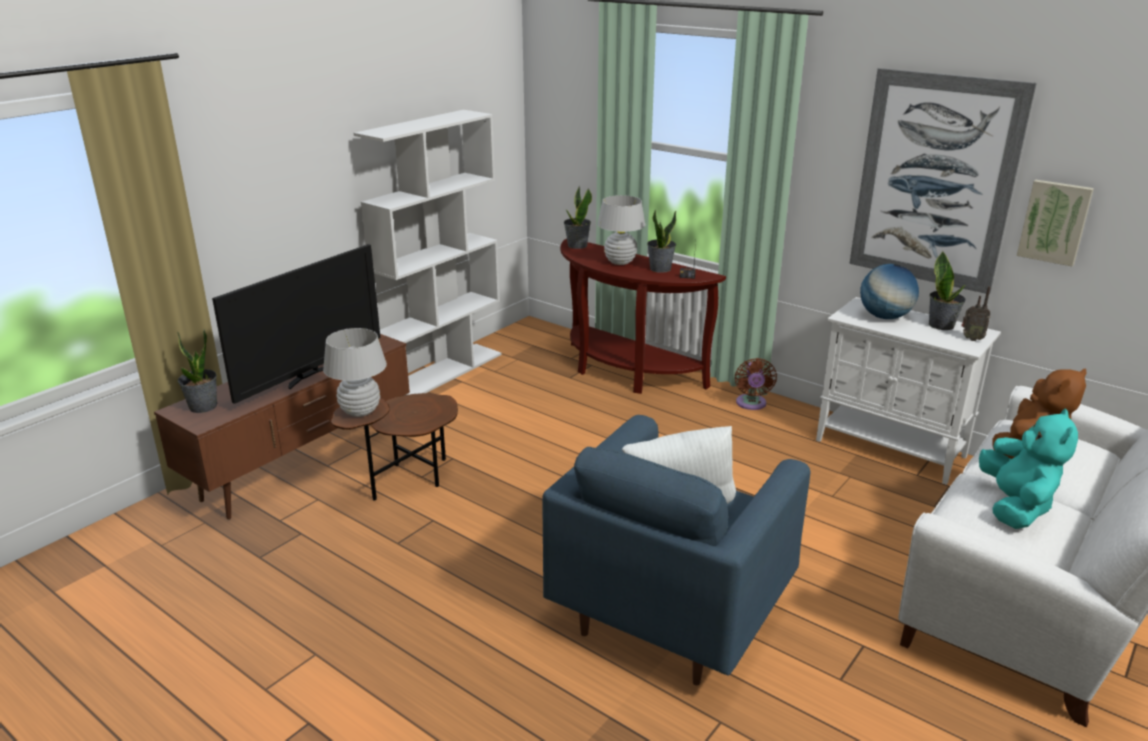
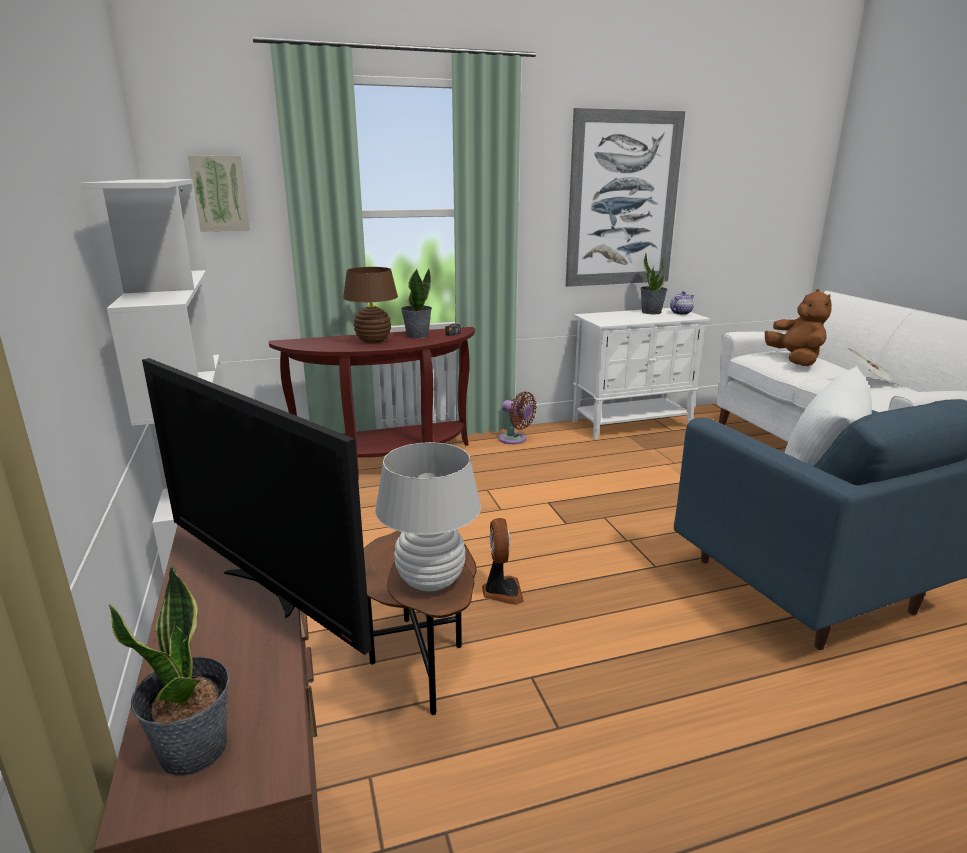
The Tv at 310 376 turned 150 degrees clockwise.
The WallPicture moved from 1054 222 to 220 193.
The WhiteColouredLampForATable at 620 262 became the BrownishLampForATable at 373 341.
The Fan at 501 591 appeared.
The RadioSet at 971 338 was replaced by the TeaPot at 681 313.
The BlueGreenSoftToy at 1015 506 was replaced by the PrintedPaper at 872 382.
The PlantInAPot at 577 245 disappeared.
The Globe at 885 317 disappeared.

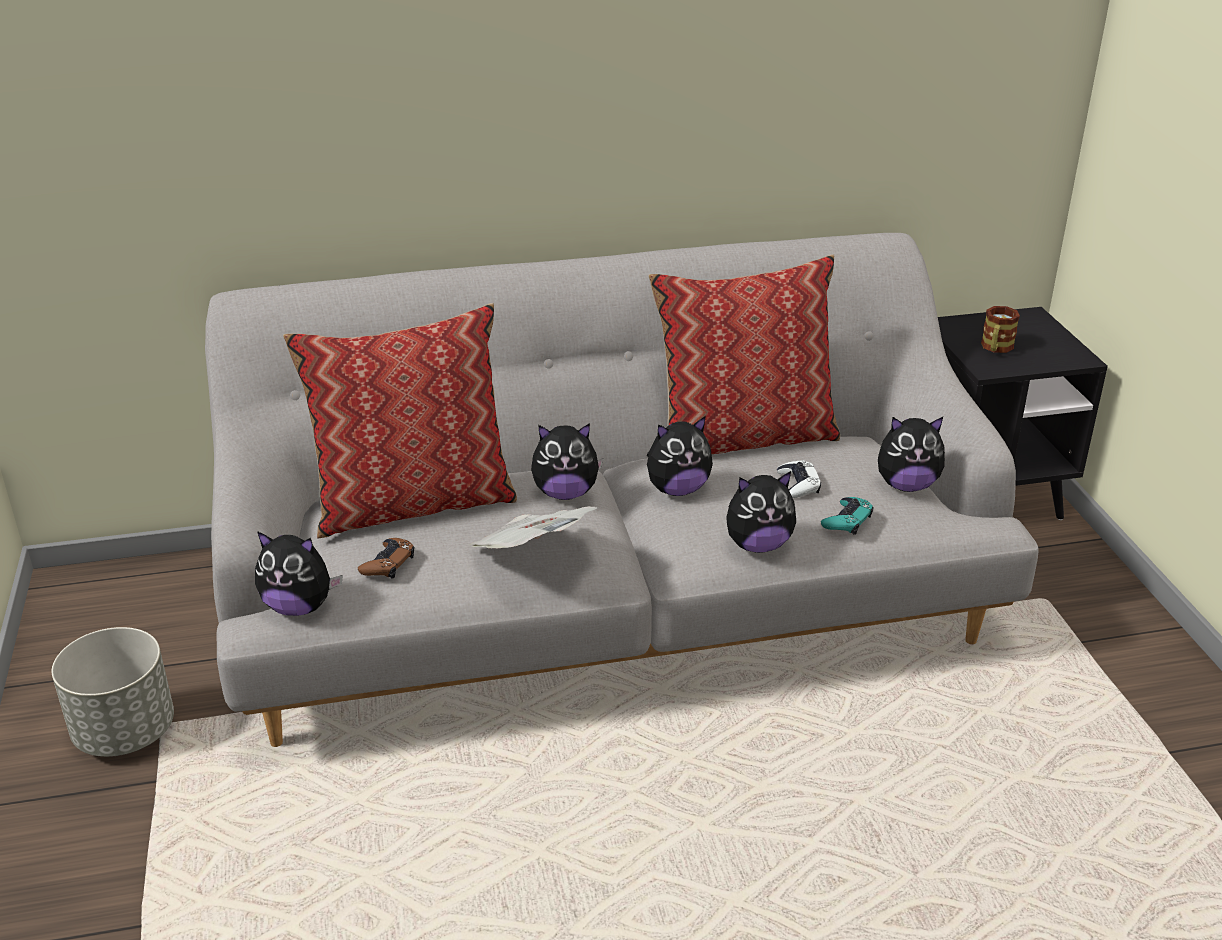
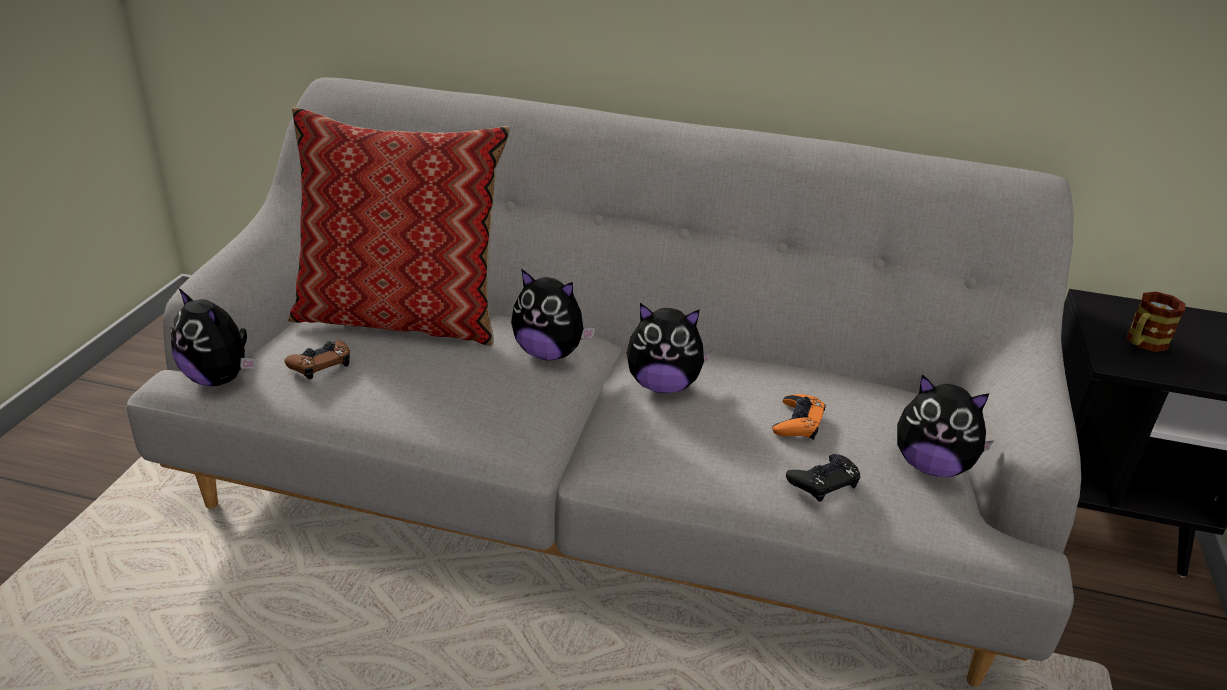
The WhiteColouredGamepad at 798 484 became the OrangeColouredGamepad at 798 422.
The BlueGreenGamepad at 847 520 became the BlackColouredGamepad at 823 482.
The GreyPlantPot at 124 732 disappeared.
The PrintedPaper at 533 555 disappeared.
The Pillow at 743 437 disappeared.
The SoftToy at 757 545 disappeared.

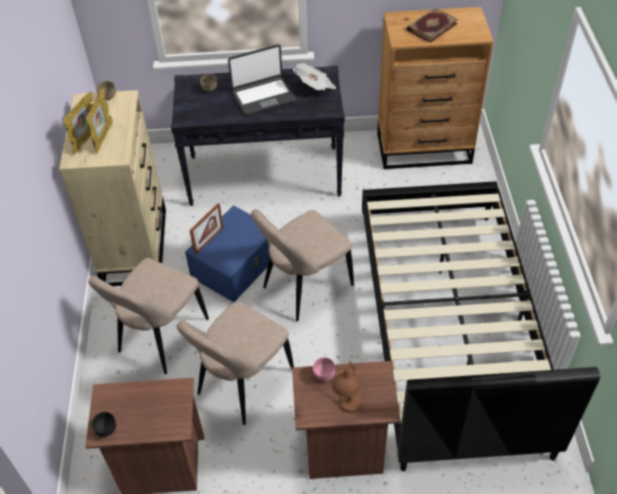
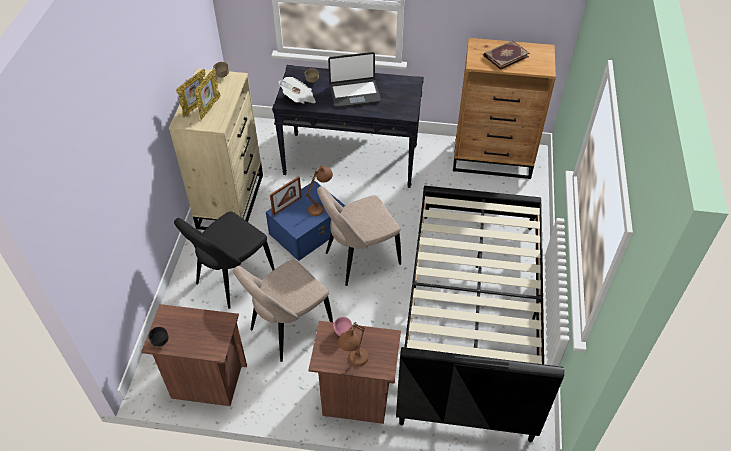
The BeigeColouredUprightChair at 160 338 became the BlackColouredUprightChair at 232 279.
The PrintedPaper moved from 315 86 to 298 98.
The BrownishLampForATable at 321 207 appeared.

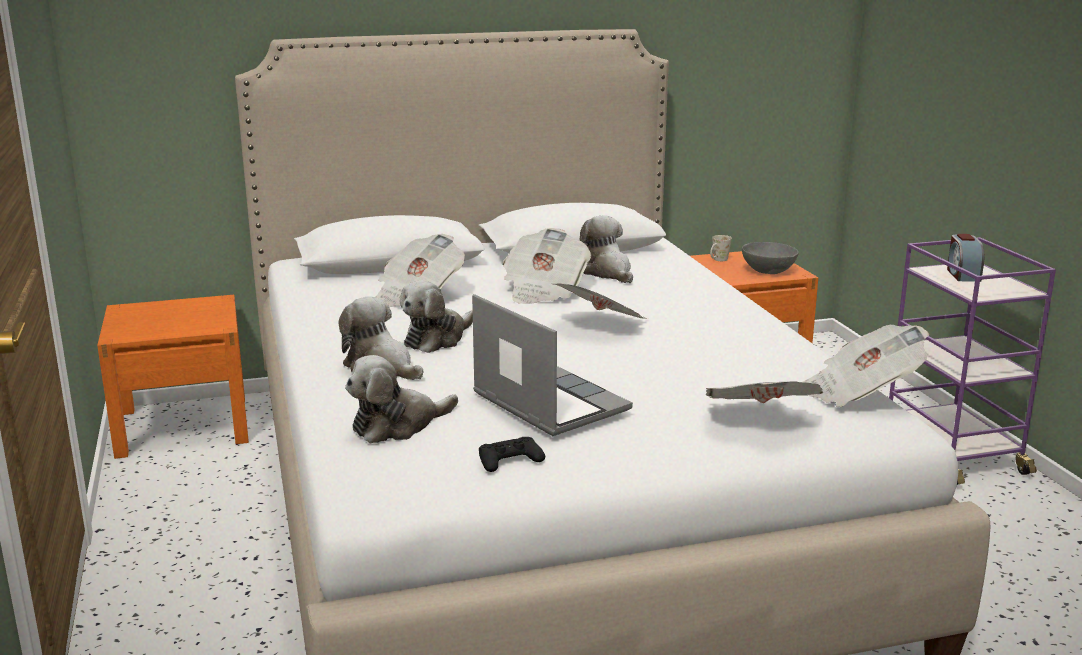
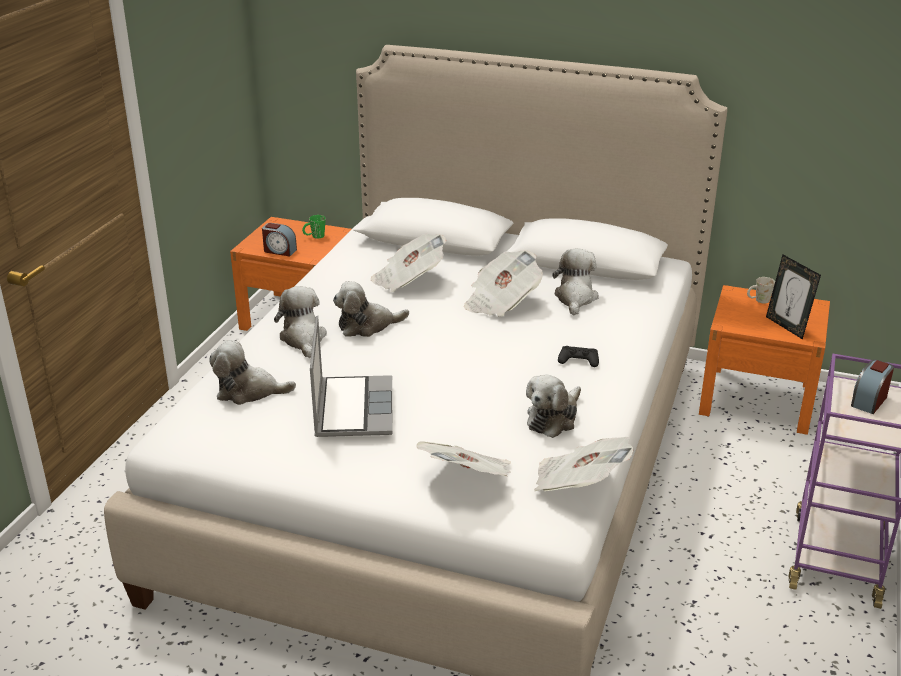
The AlarmClock at 279 251 appeared.
The GreenCoffeeMug at 314 237 appeared.
The SoftToy at 553 418 appeared.
The BlackColouredGamepad moved from 509 460 to 578 360.
The GreyServingBowl at 768 271 was replaced by the StandingFrame at 787 326.
The PrintedPaper at 602 327 disappeared.

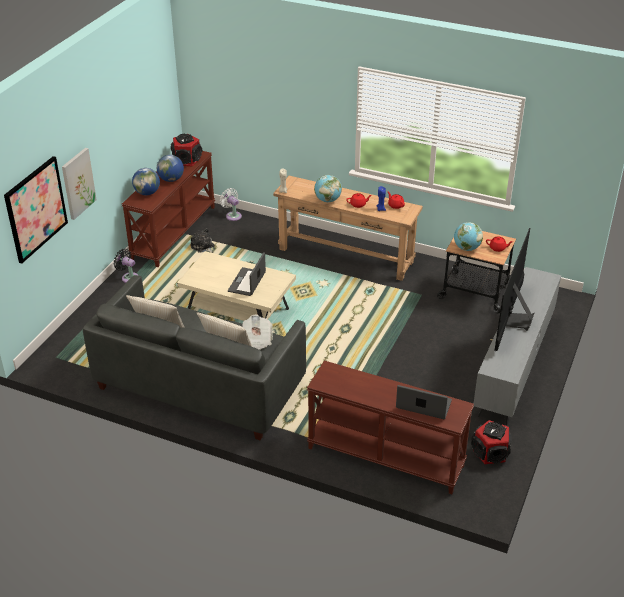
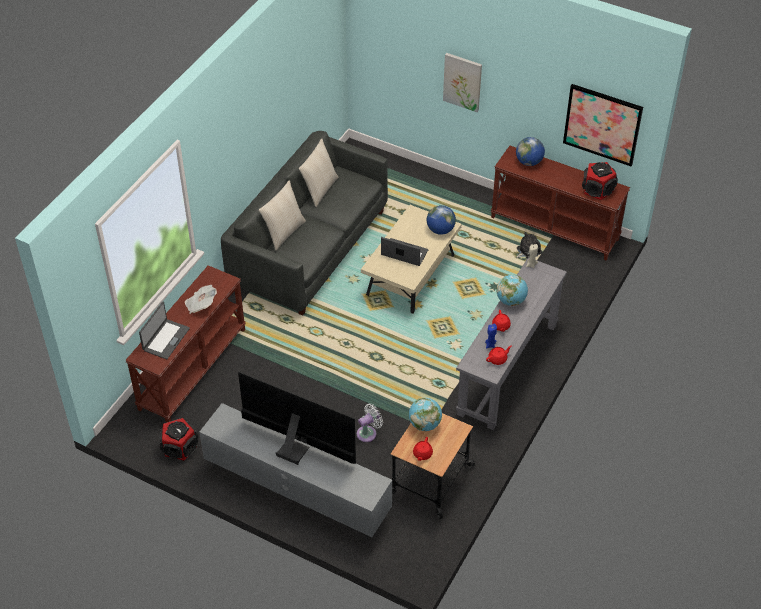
The PrintedPaper moved from 257 340 to 201 305.
The WhiteColouredFan moved from 232 215 to 368 433.
The Globe moved from 171 179 to 440 230.
The BrownishNarrowTable at 345 255 became the GreyNarrowTable at 507 369.
The WallPicture moved from 36 209 to 602 124.
The BlackColouredFan at 129 277 disappeared.

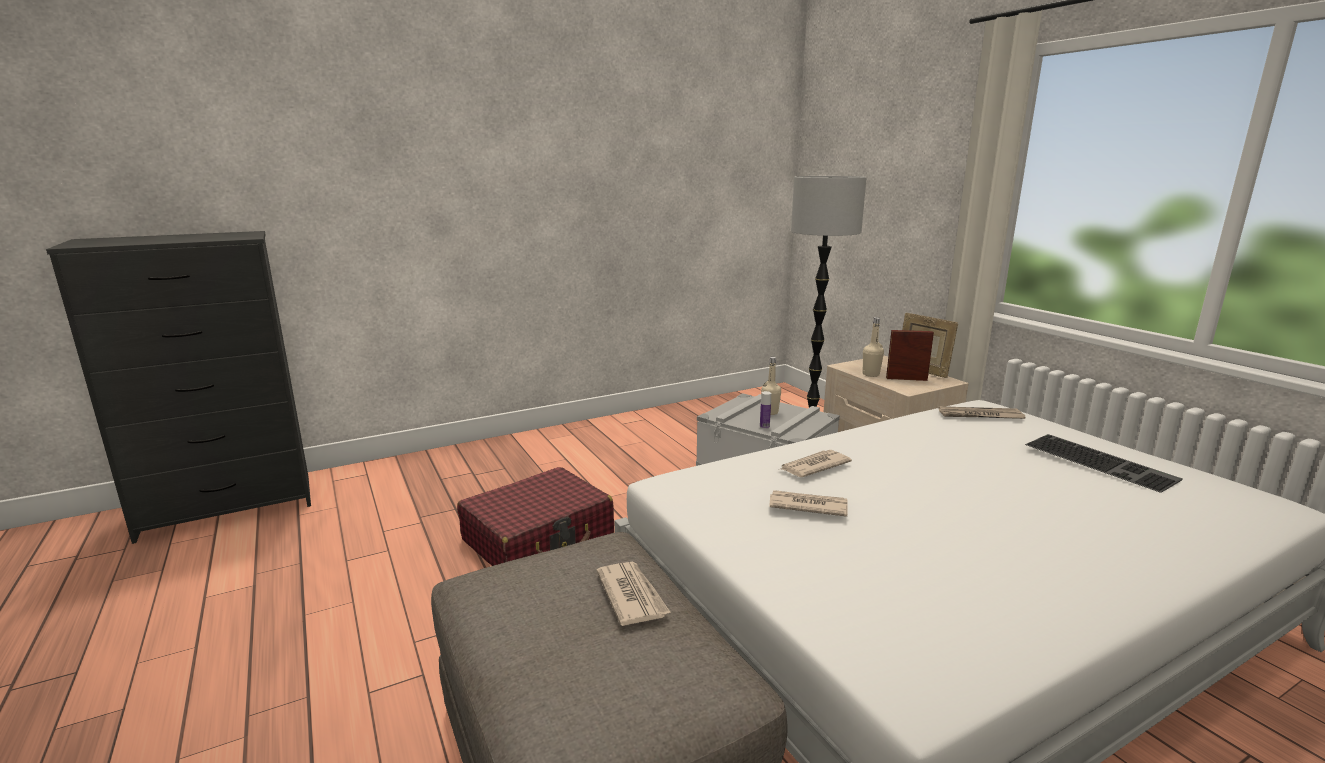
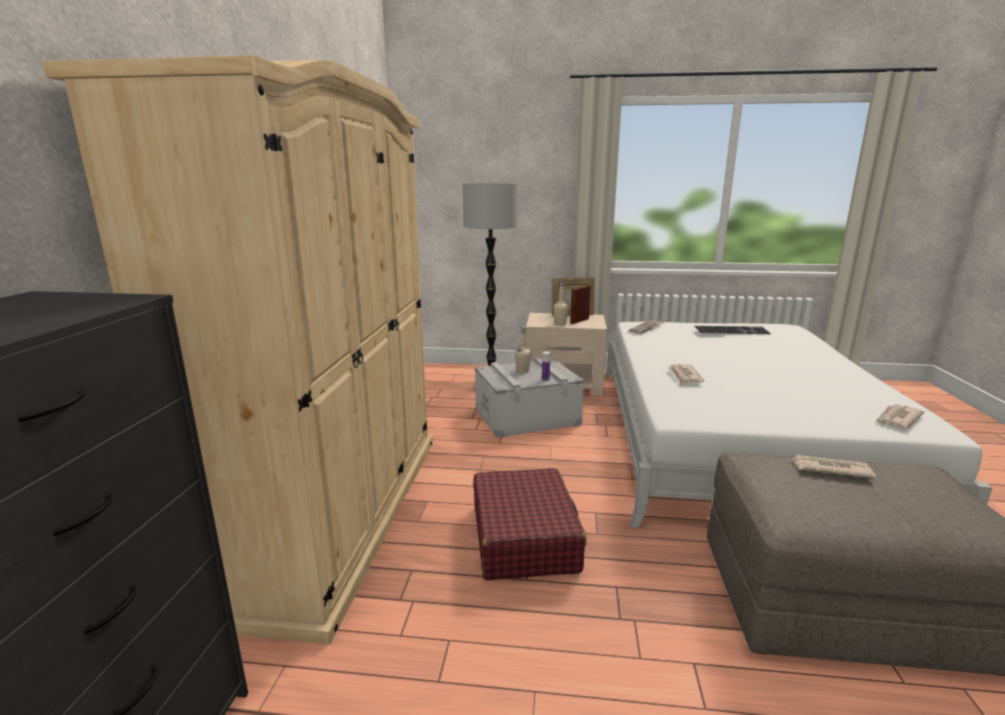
The BeigeColouredArmoire at 337 512 appeared.
The PrintedPaper moved from 807 506 to 897 419.

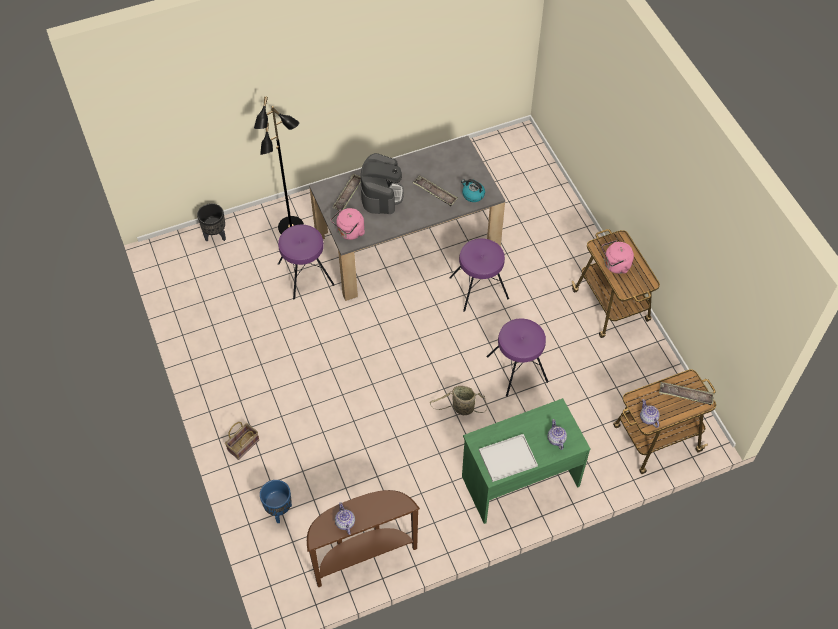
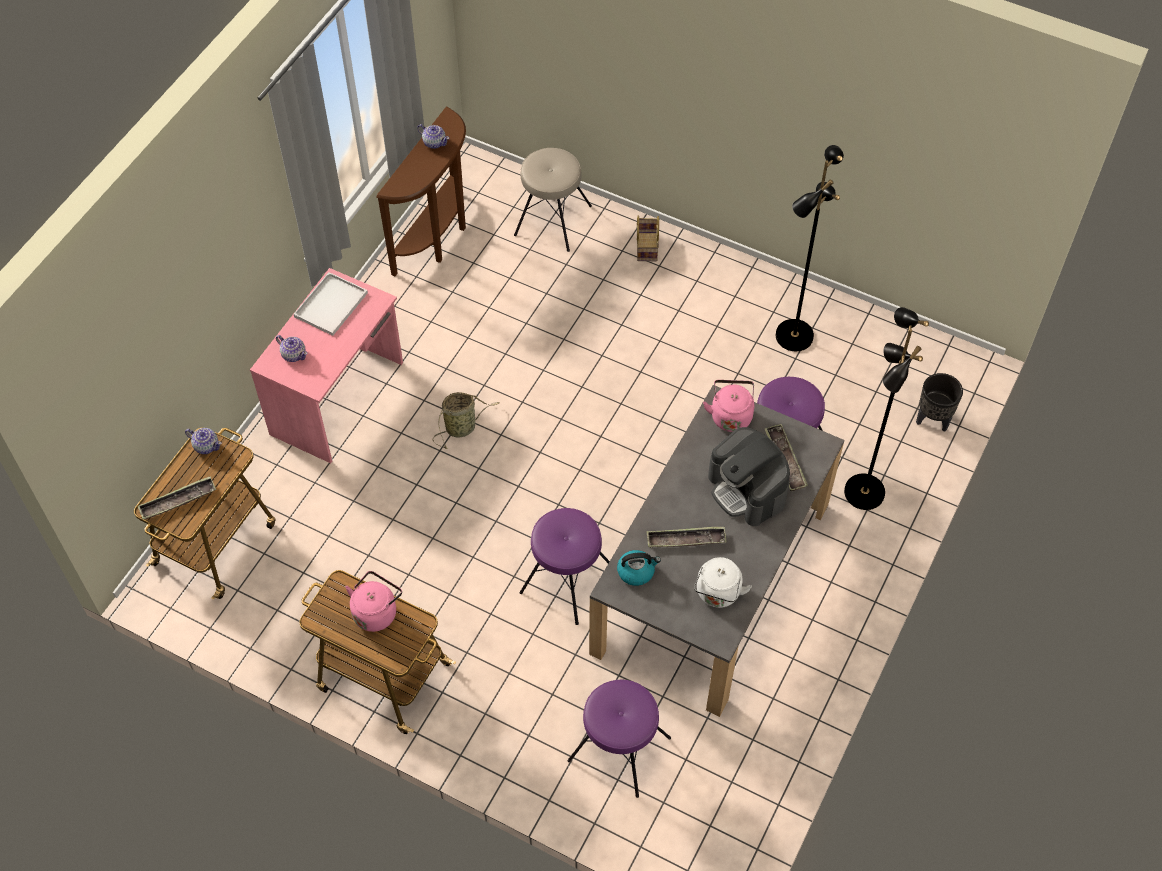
The GreenDeskUnit at 519 480 became the PinkishDeskUnit at 339 398.
The BluePlantPot at 279 511 was replaced by the BeigeColouredStool at 552 220.
The PurpleColouredStool moved from 517 368 to 619 750.
The WhiteColouredTeaKettle at 718 594 appeared.
The BlackColouredFloorLamp at 793 335 appeared.

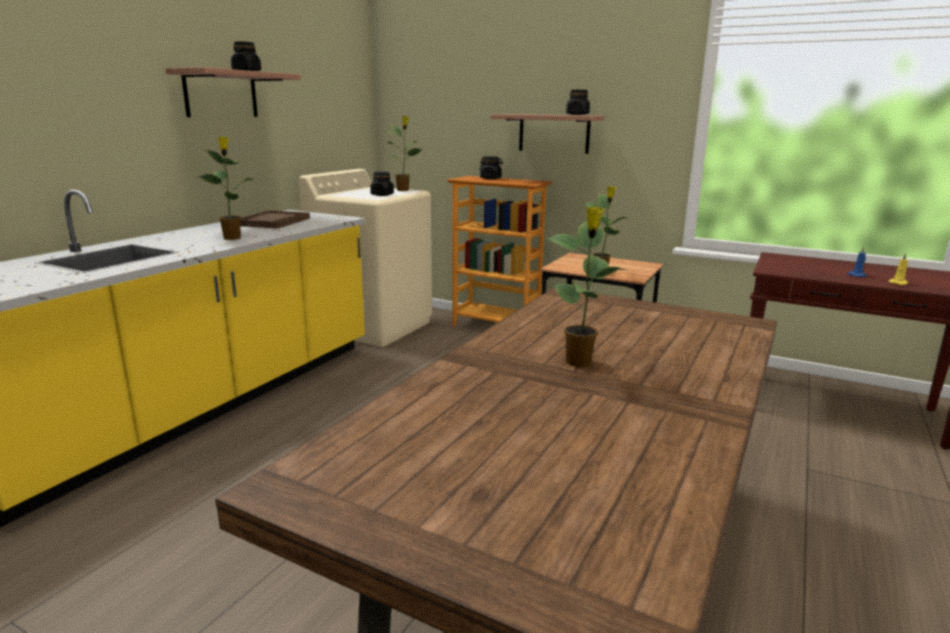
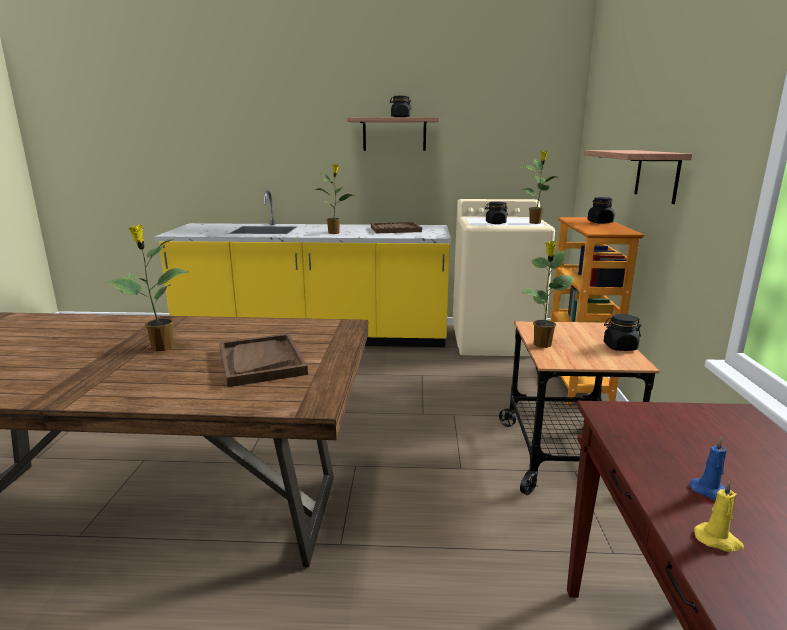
The BrownishServingTray at 261 362 appeared.
The BlackColouredJar moved from 577 115 to 619 347.

